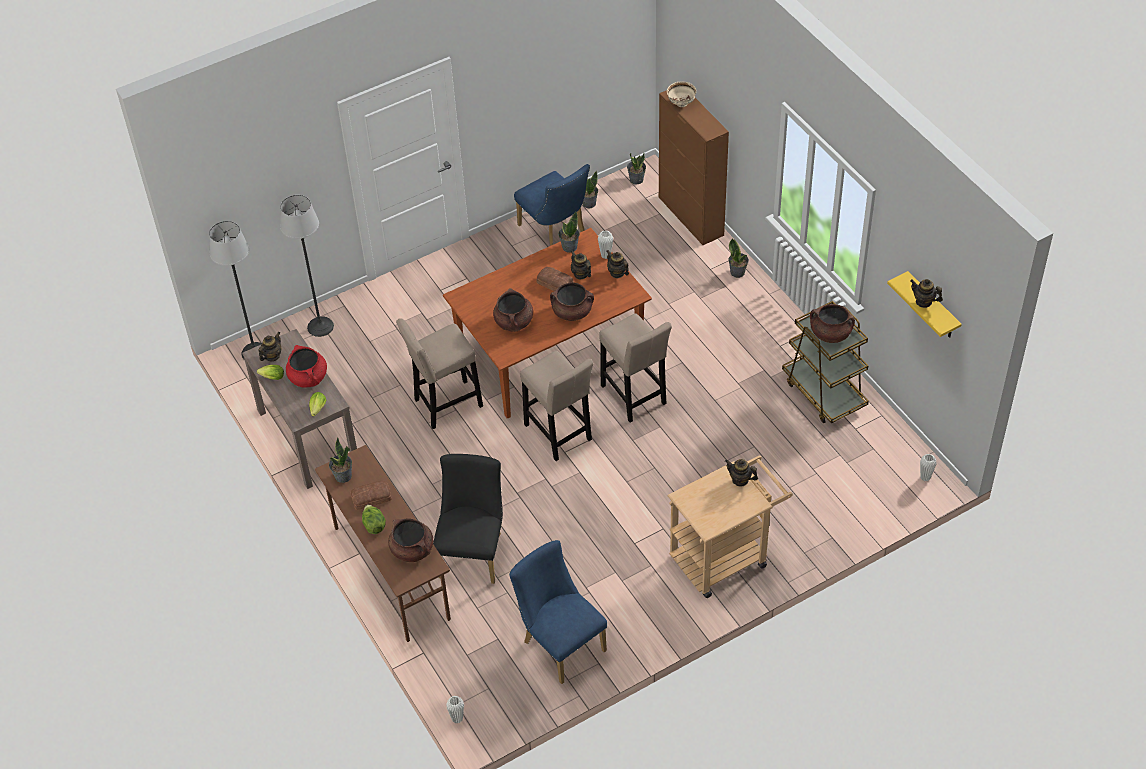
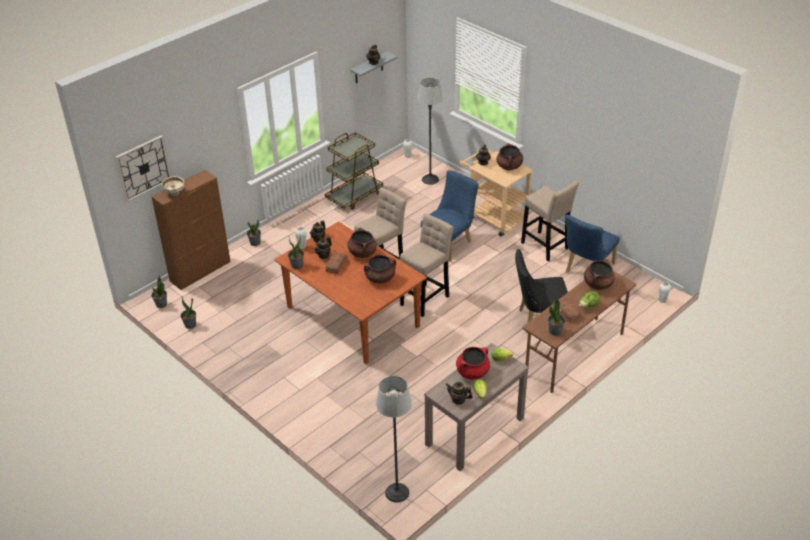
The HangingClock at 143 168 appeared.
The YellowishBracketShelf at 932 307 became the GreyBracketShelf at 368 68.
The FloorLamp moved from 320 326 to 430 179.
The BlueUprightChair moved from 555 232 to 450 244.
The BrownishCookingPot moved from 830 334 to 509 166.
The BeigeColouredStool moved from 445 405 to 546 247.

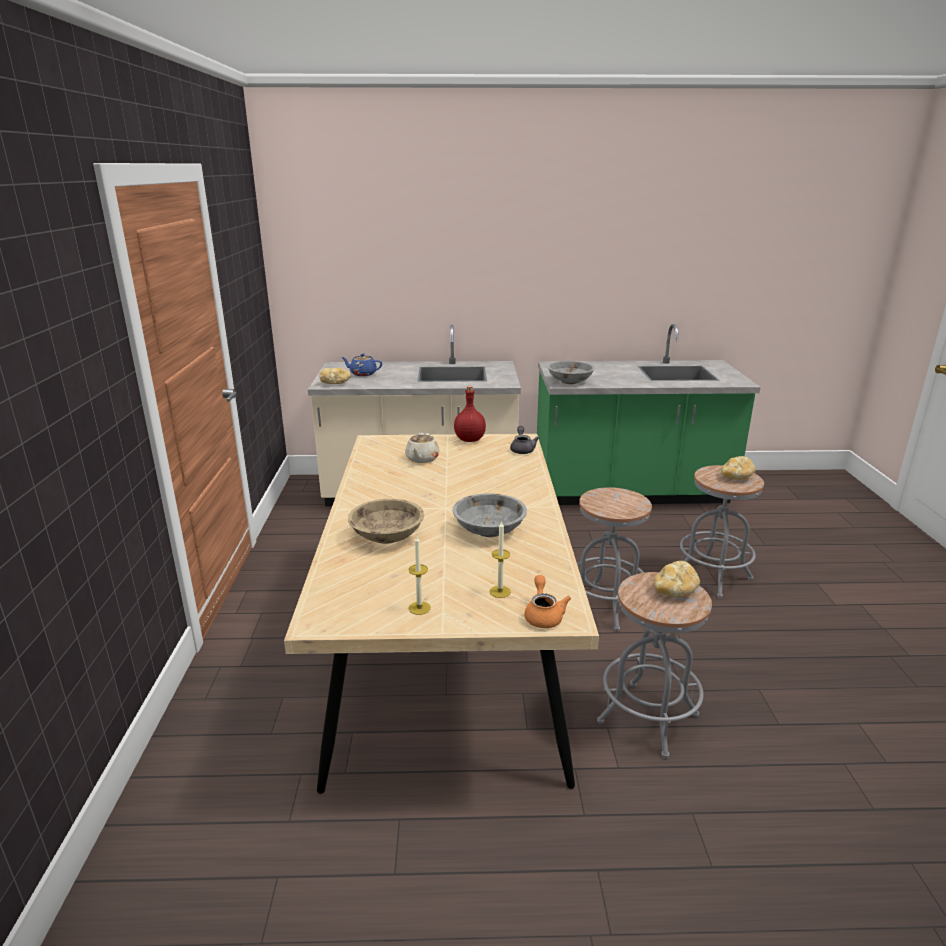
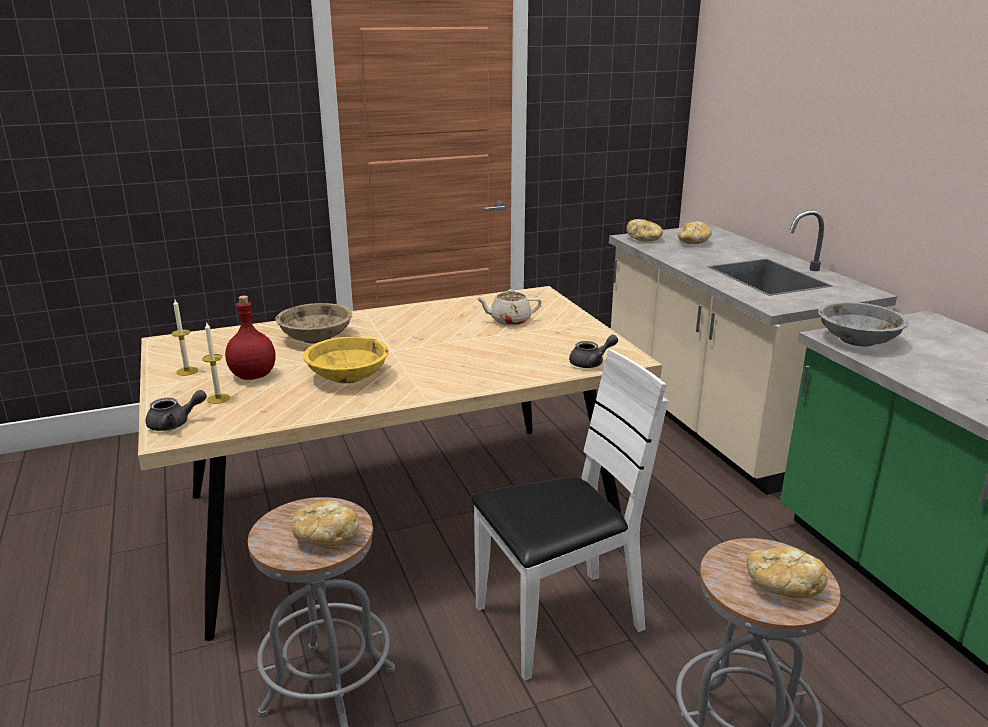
The OrangeColouredTeaPot at 543 615 became the GreyTeaPot at 175 423.
The RedColouredDrinkBottle moved from 470 439 to 254 375.
The GreyServingBowl at 489 530 became the YellowishServingBowl at 348 376.
The GreyStool at 605 606 was replaced by the WhiteColouredUprightChair at 558 621.
The BlueTeaPot at 362 374 was replaced by the BakedBread at 693 243.

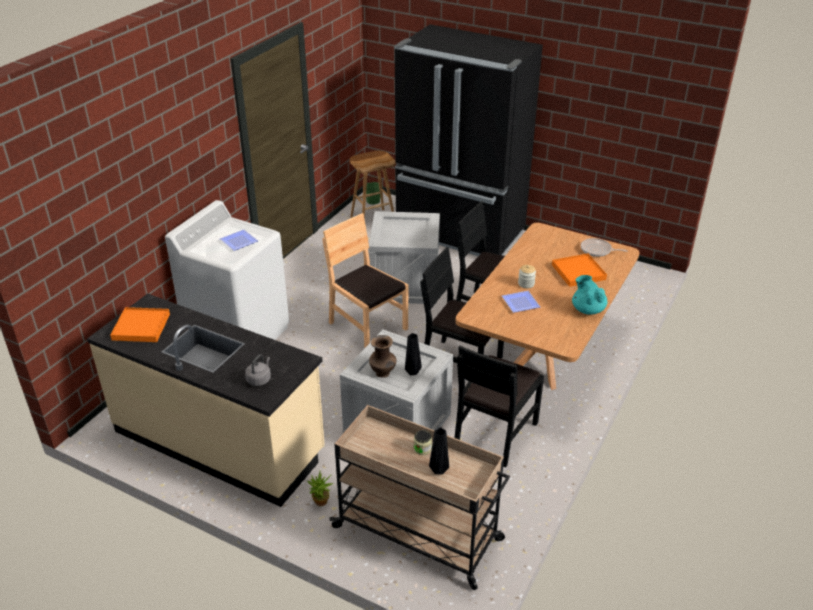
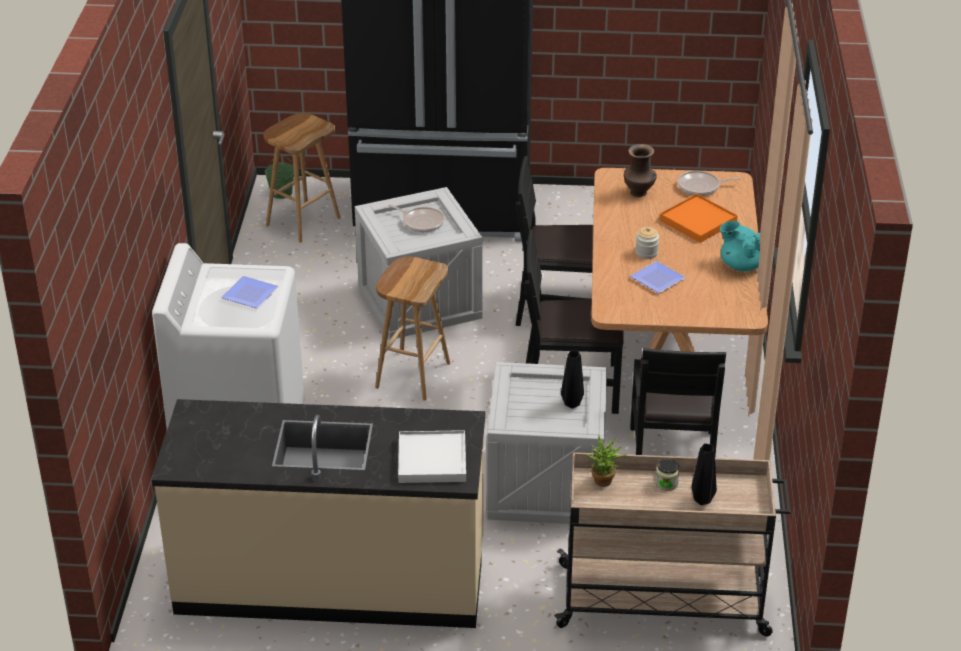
The BrownishUprightChair at 367 327 was replaced by the BrownishStool at 412 374.
The Skillet at 421 222 appeared.
The GreyTeaKettle at 259 379 was replaced by the WhiteColouredServingTray at 432 460.
The PlantInAPot moved from 320 503 to 604 483.
The BrownishFlowerVase moved from 383 373 to 639 193.
The OrangeColouredServingTray at 141 327 disappeared.

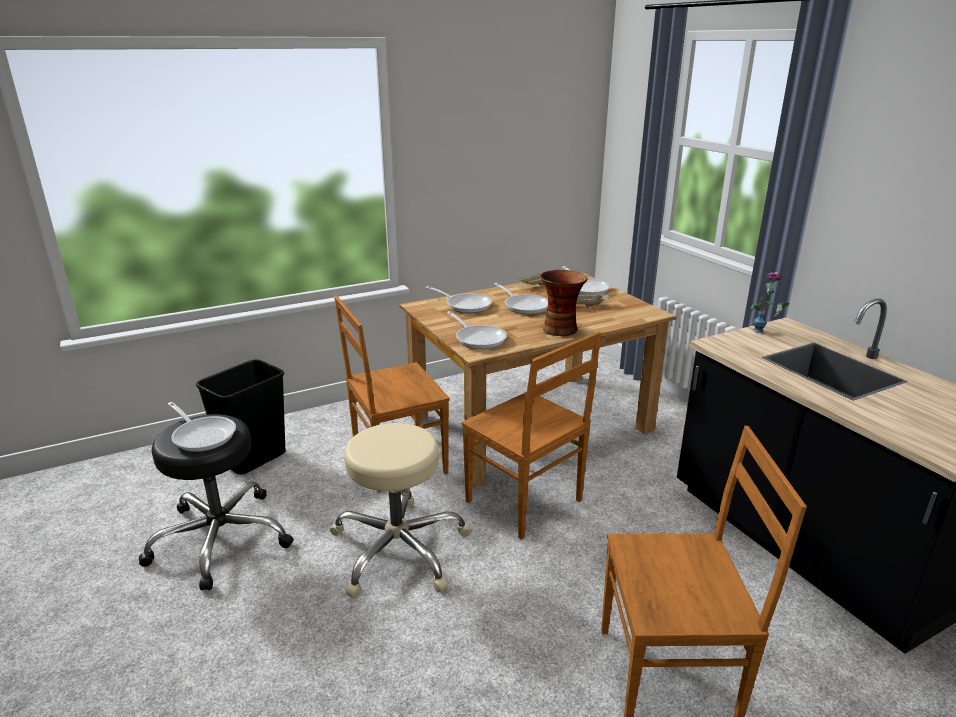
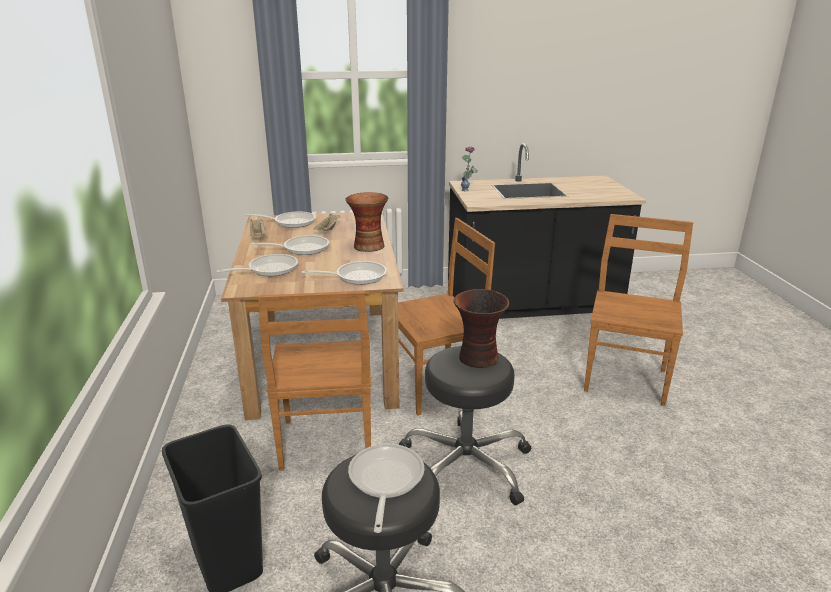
The Skillet at 202 435 turned 60 degrees counterclockwise.
The BeigeColouredStool at 399 549 became the BlackColouredStool at 465 465.
The FlowerVase at 478 359 appeared.

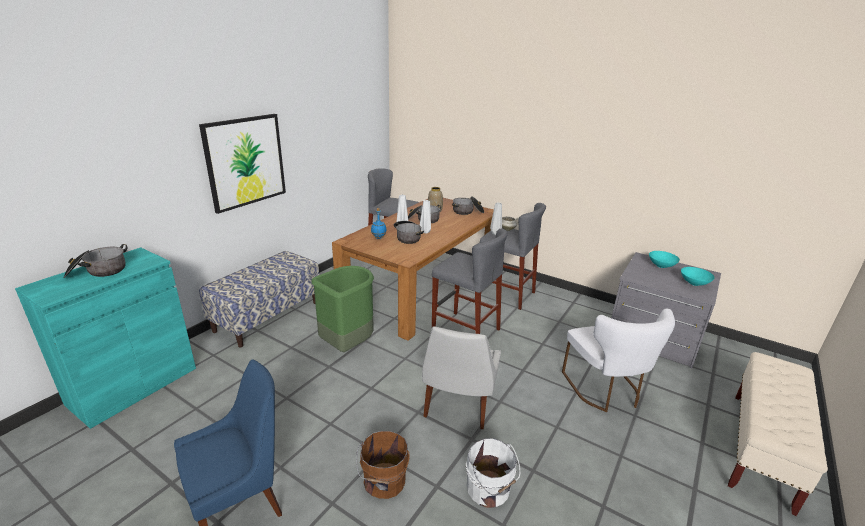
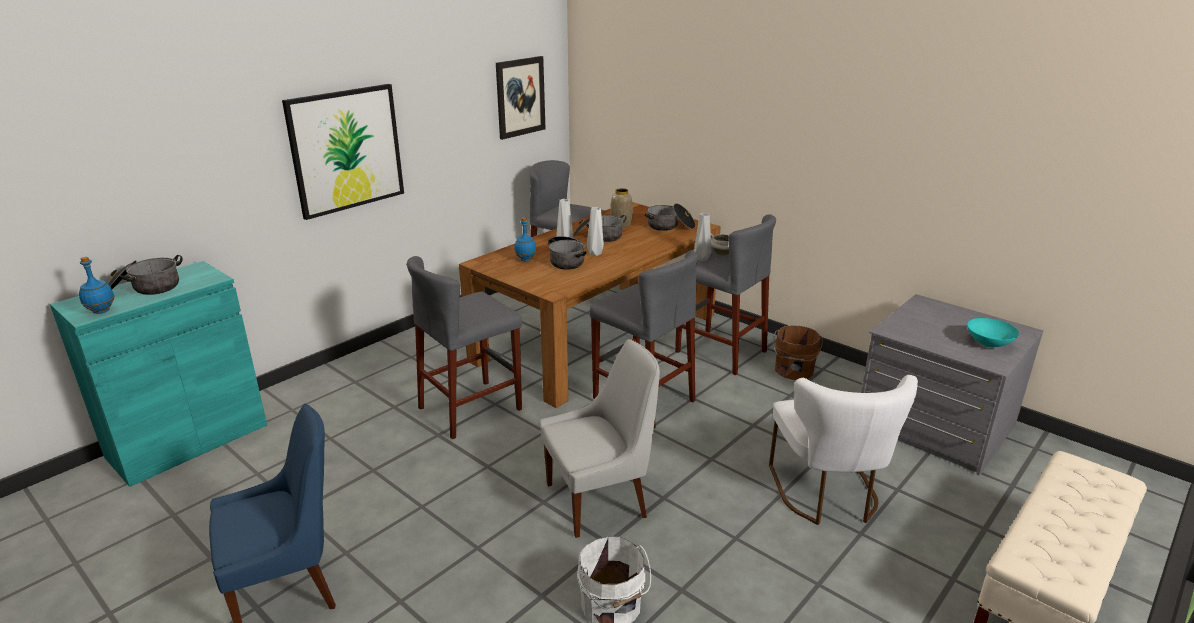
The BlueDrinkBottle at 101 311 appeared.
The GreenRubbishBin at 347 345 was replaced by the GreyStool at 470 408.
The WallPicture at 520 97 appeared.
The WhiteColouredUprightChair at 457 406 turned 135 degrees counterclockwise.
The BrownishWaterBucket moved from 384 482 to 793 371.
The LongSeat at 268 316 disappeared.
The BlueGreenServingBowl at 660 266 disappeared.

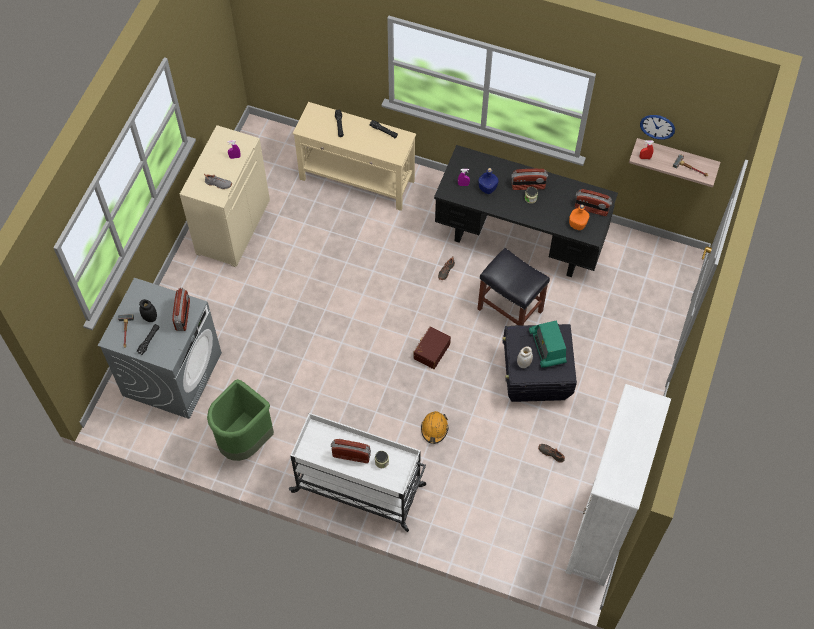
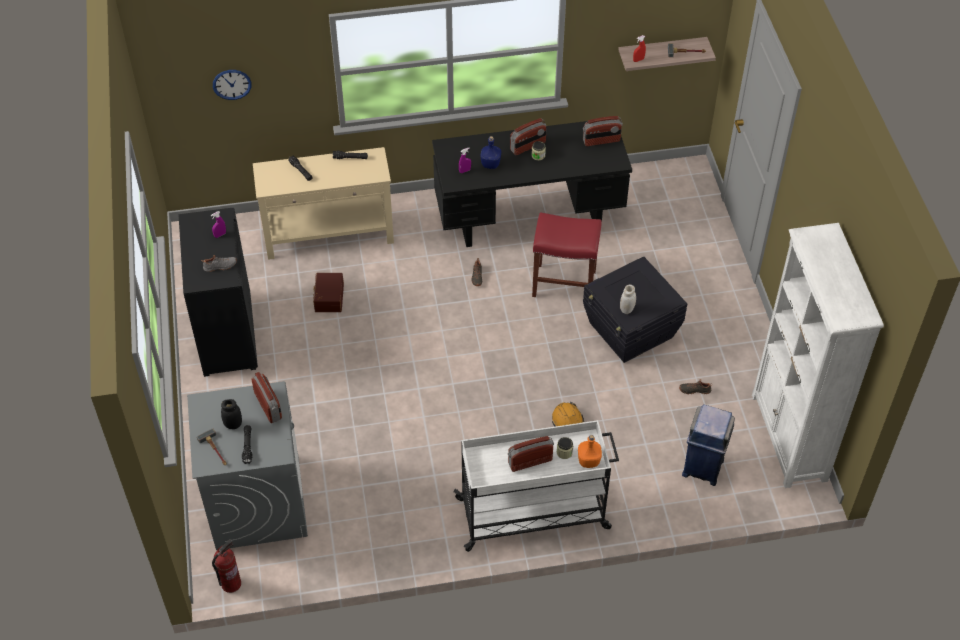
The BeigeColouredStorageCabinet at 232 226 became the BlackColouredStorageCabinet at 226 333.
The FireFightingCylinder at 231 583 appeared.
The HangingClock moved from 657 126 to 232 84.
The BrownishStorageBox moved from 431 350 to 328 298.
The BlackColouredStool at 509 310 became the RedColouredStool at 563 284.
The OrangeColouredDrinkBottle moved from 577 225 to 588 461.
The BlueRubbishBin at 703 467 appeared.
The GreenRubbishBin at 246 442 disappeared.
The RadioSet at 547 347 disappeared.

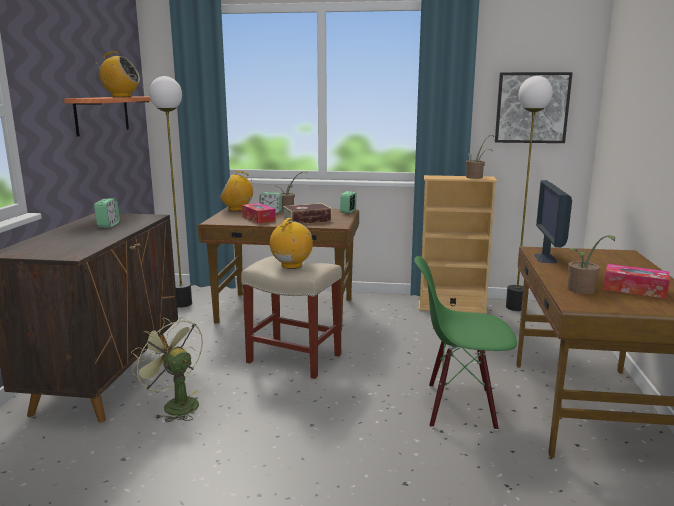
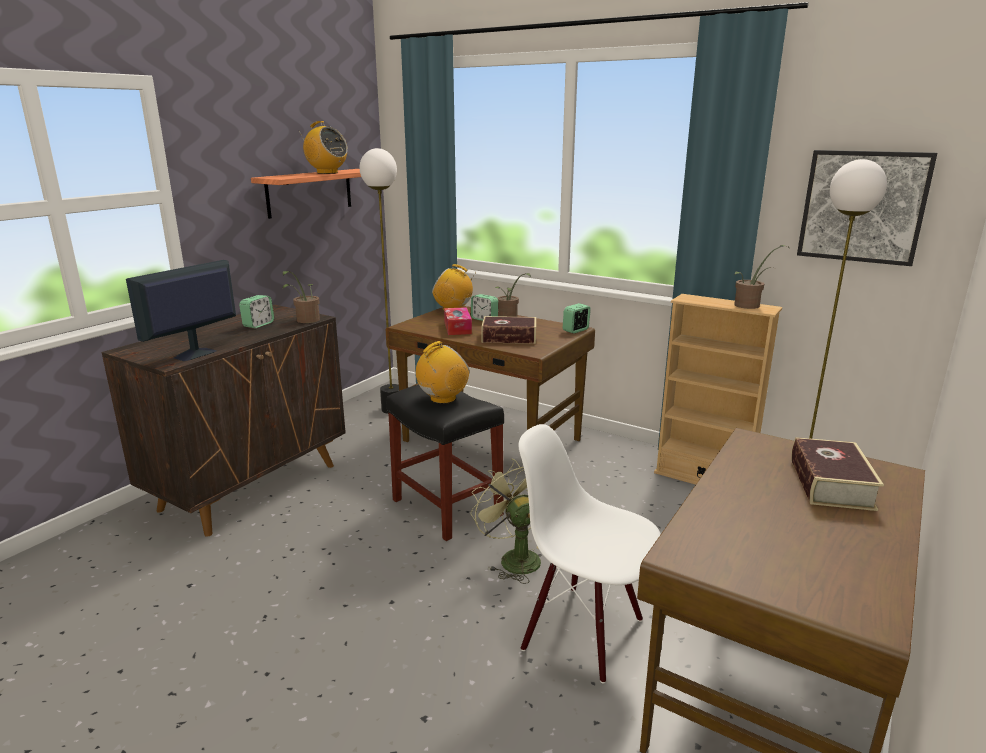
The ComputerDisplay moved from 545 258 to 194 354.
The PlantInAPot moved from 582 291 to 305 321.
The BeigeColouredStool at 293 358 became the BlackColouredStool at 445 507.
The GreenFan moved from 175 405 to 514 557.
The GreenUprightChair at 460 407 became the WhiteColouredUprightChair at 583 632.
The BoundBook at 830 484 appeared.
The TissueBox at 634 289 disappeared.

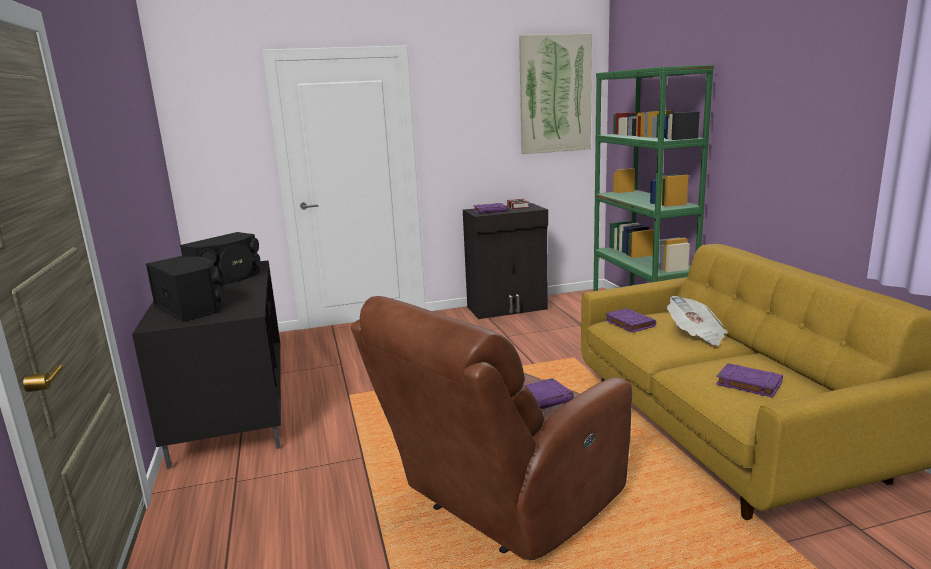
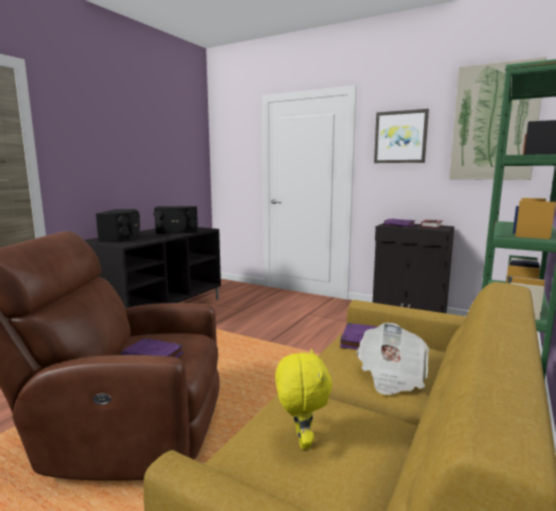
The PurpleColouredBoundBook at 748 384 was replaced by the YellowishSoftToy at 301 440.
The WallPicture at 400 137 appeared.

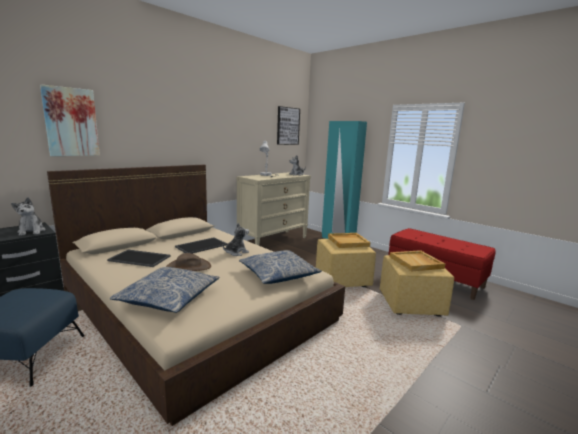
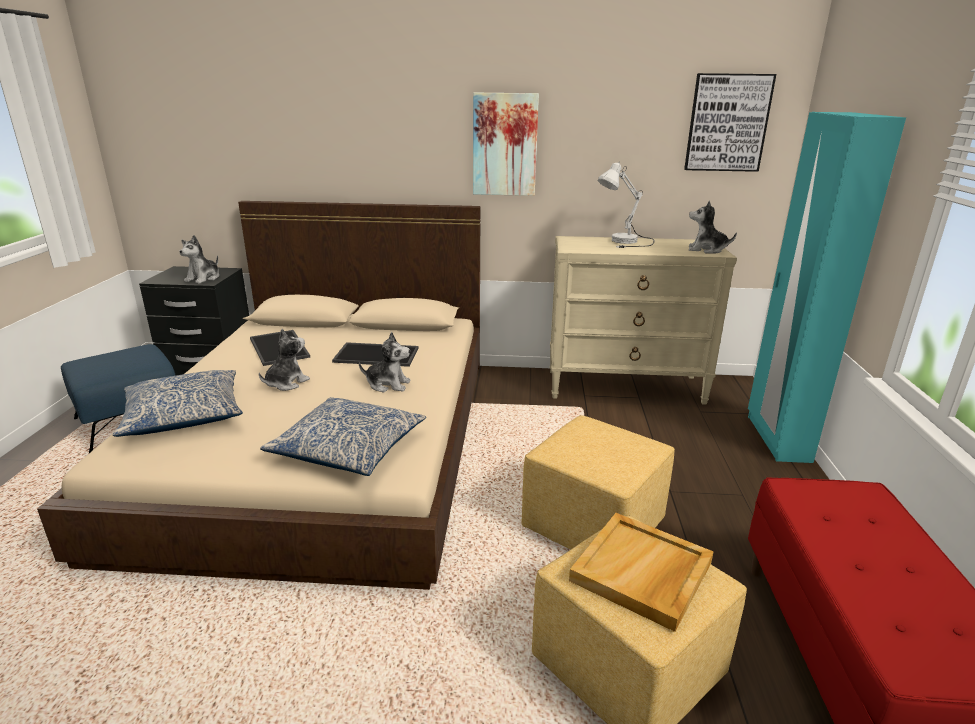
The BrownishWearableHat at 188 268 was replaced by the SoftToy at 286 383.
The WallPicture moved from 71 122 to 505 145.
The BeigeColouredServingTray at 348 241 disappeared.

